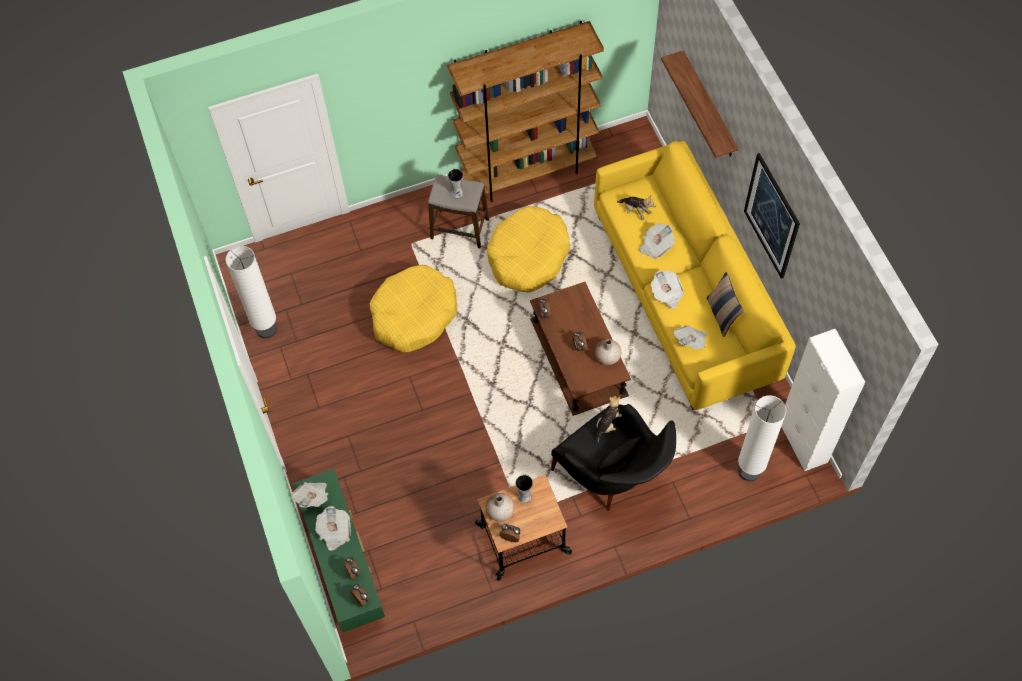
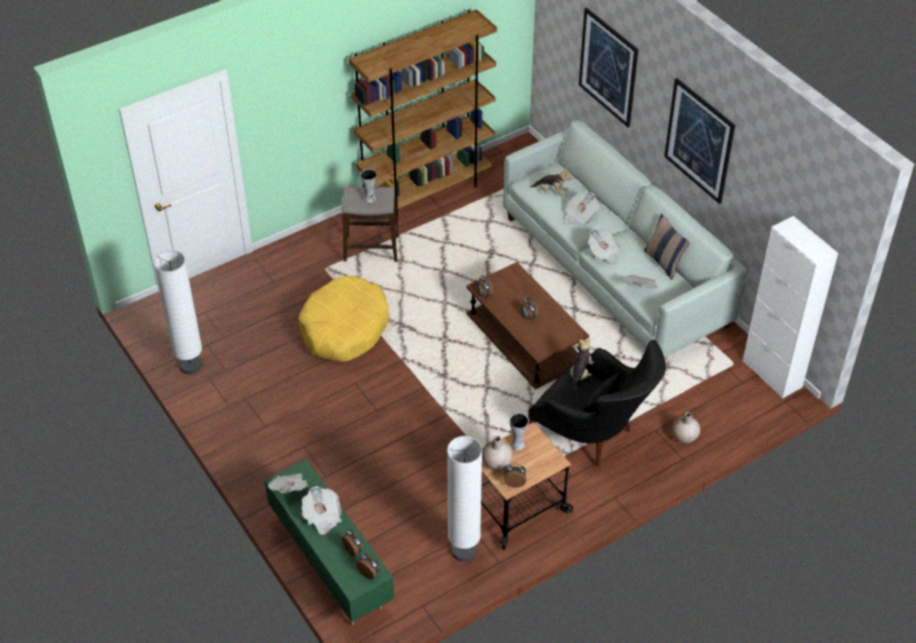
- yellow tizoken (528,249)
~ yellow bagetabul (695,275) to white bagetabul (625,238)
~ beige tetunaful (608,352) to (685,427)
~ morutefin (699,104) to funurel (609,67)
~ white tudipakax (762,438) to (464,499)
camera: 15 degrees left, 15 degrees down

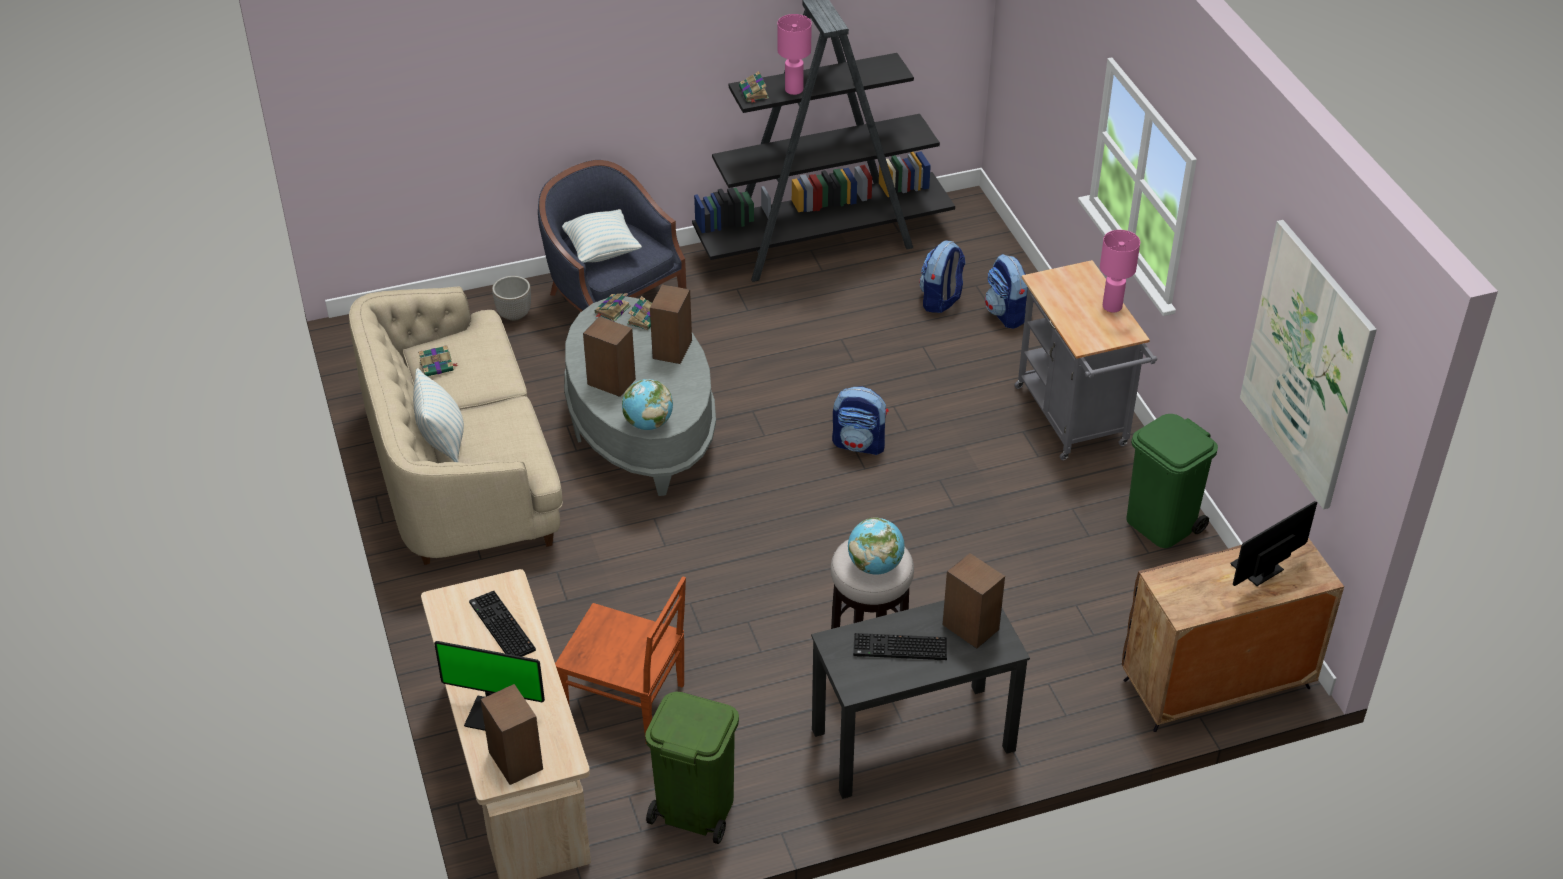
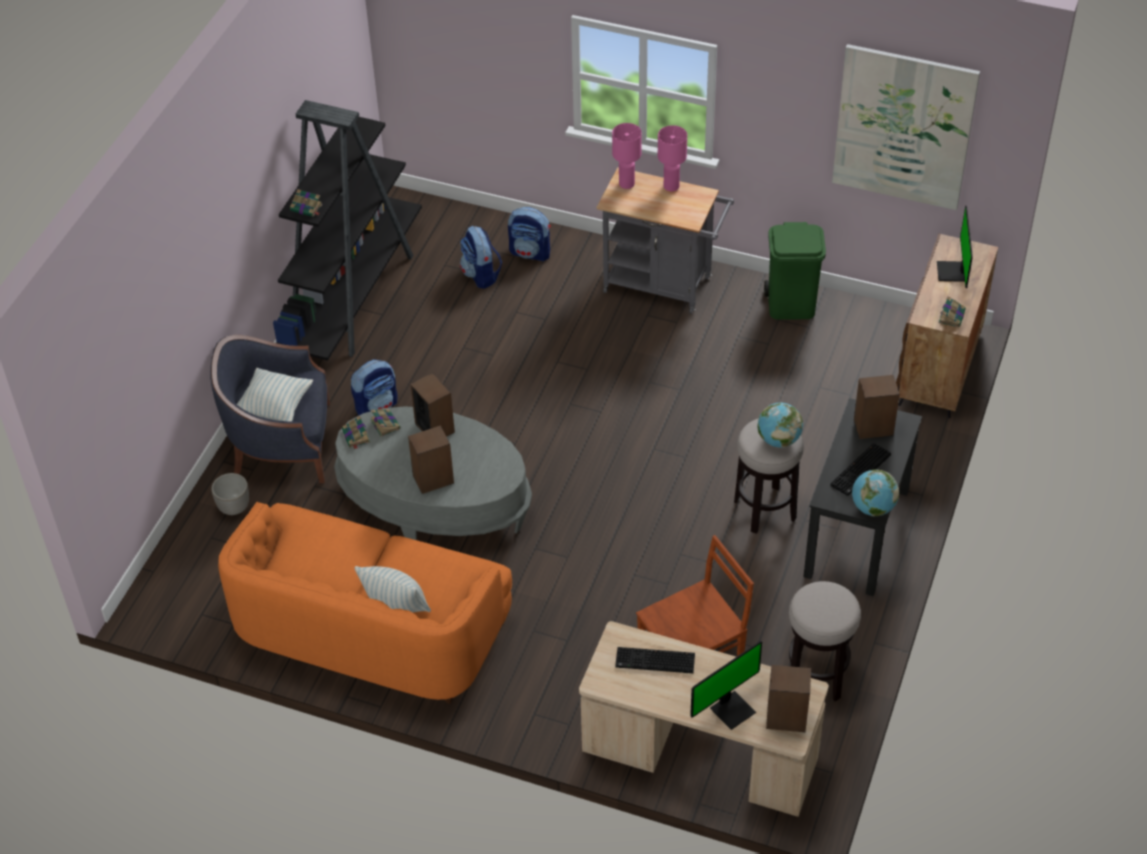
~ beige bagetabul (456,425) to orange bagetabul (365,603)
~ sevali (438,360) to (952,311)
~ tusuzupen (647,404) to (875,492)
~ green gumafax (692,767) to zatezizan (825,641)
~ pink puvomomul (794,54) to (627,156)
~ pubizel (860,421) to (374,387)
camera: 50 degrees left, 5 degrees up

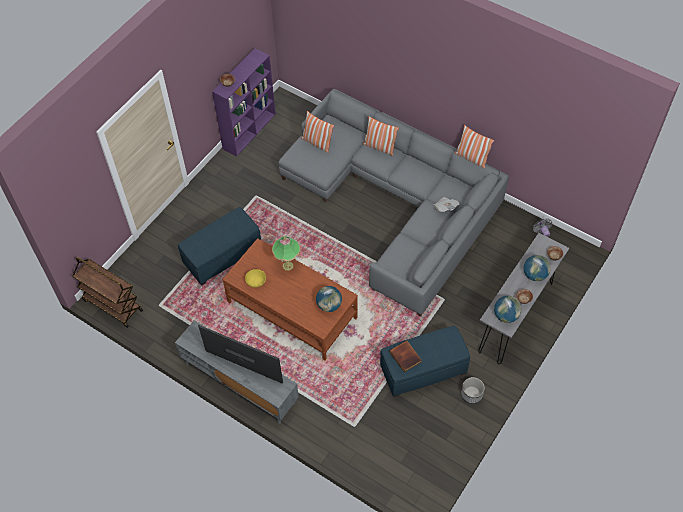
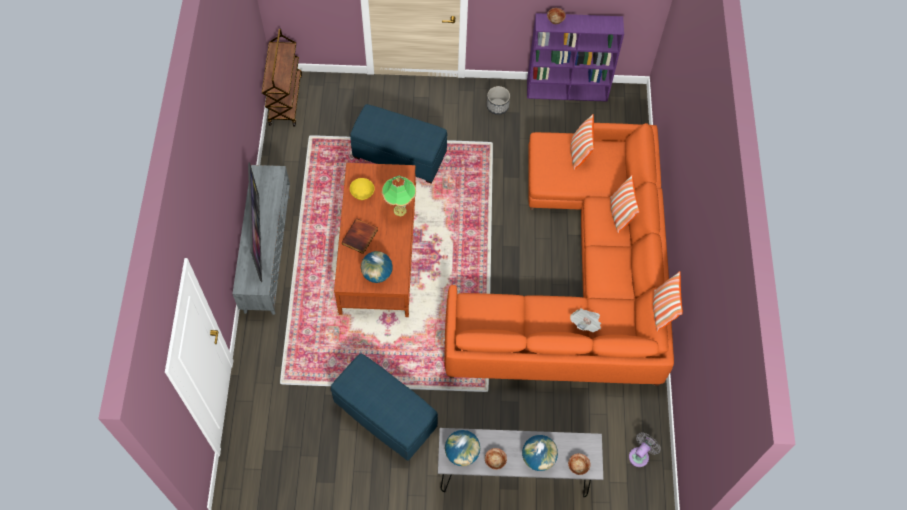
~ grey bagetabul (393,203) to orange bagetabul (559,254)
~ sevali (405,356) to (360,236)
~ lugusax (473,390) to (498,100)
camera: 55 degrees right, 5 degrees up

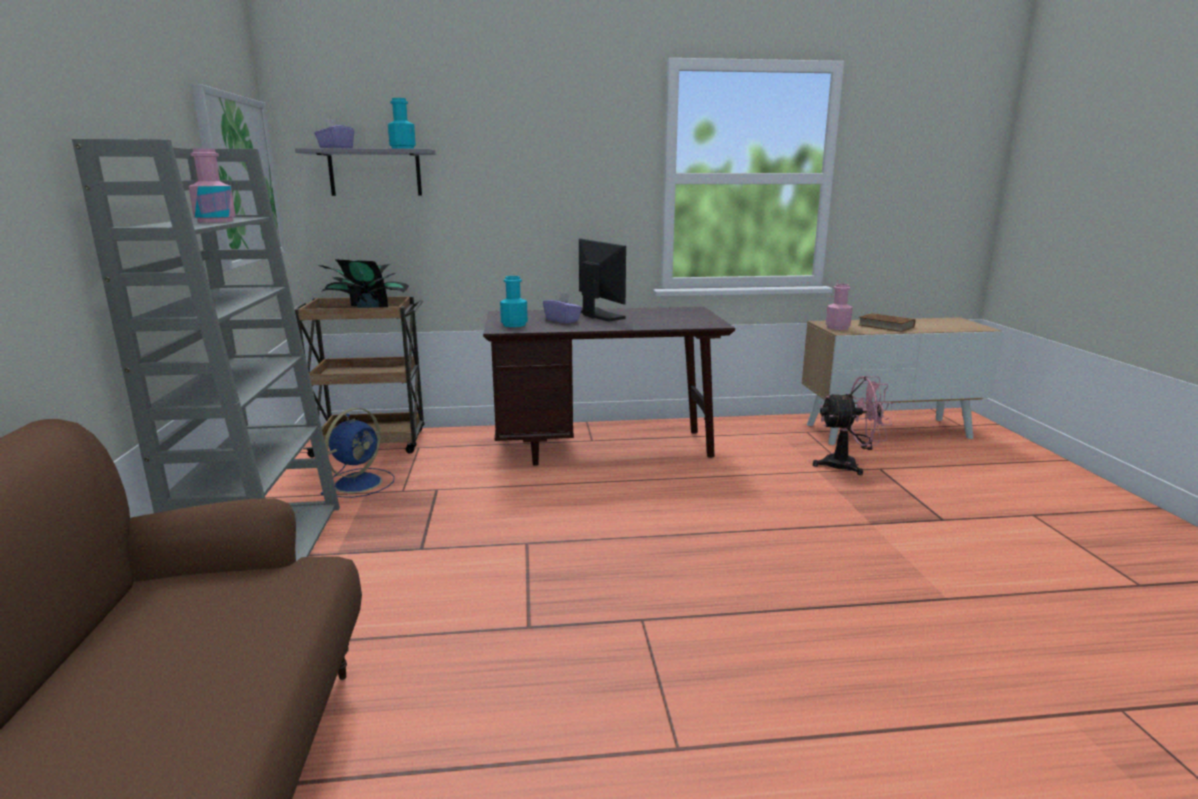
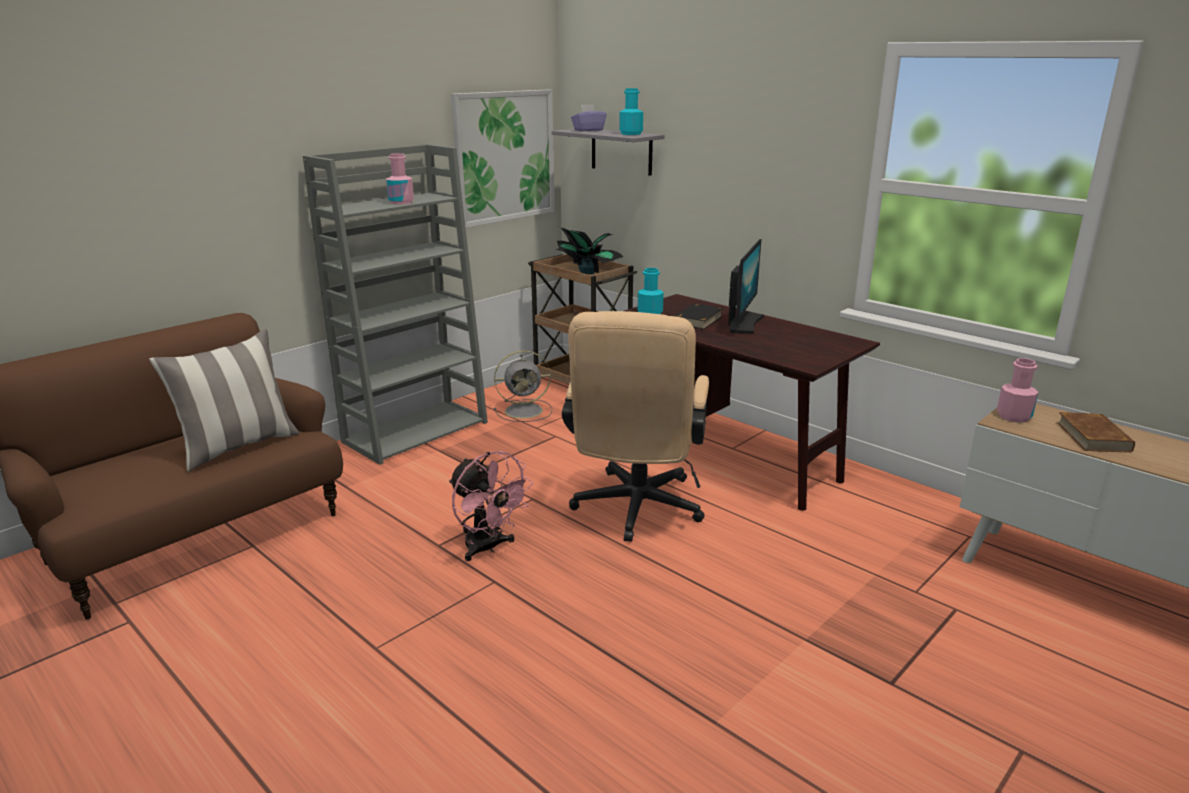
~ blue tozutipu (357,453) to grey tozutipu (522,386)
~ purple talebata (562,307) to black sevali (699,317)
~ pink tozutipu (853,425) to (491,506)
+ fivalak (224,400)
+ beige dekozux (635,426)
camera: 50 degrees right, 5 degrees up

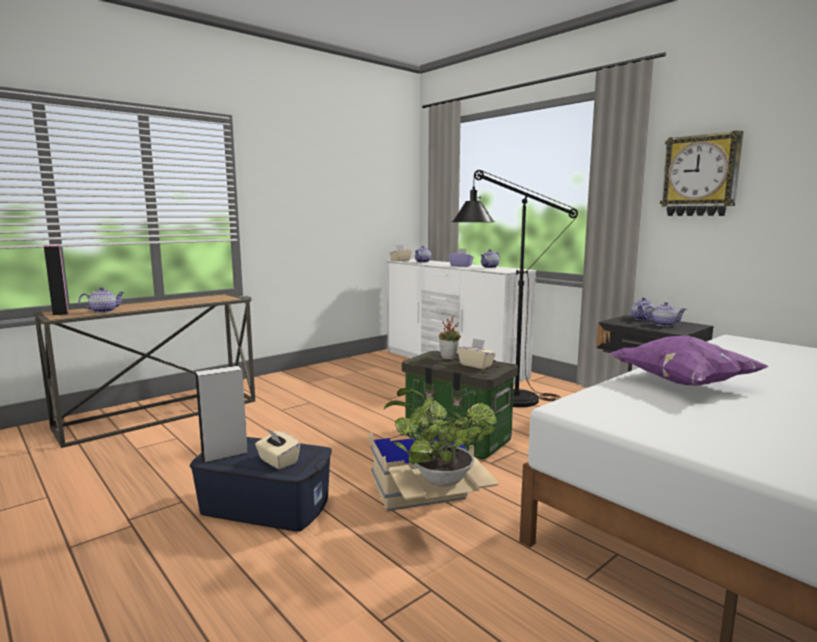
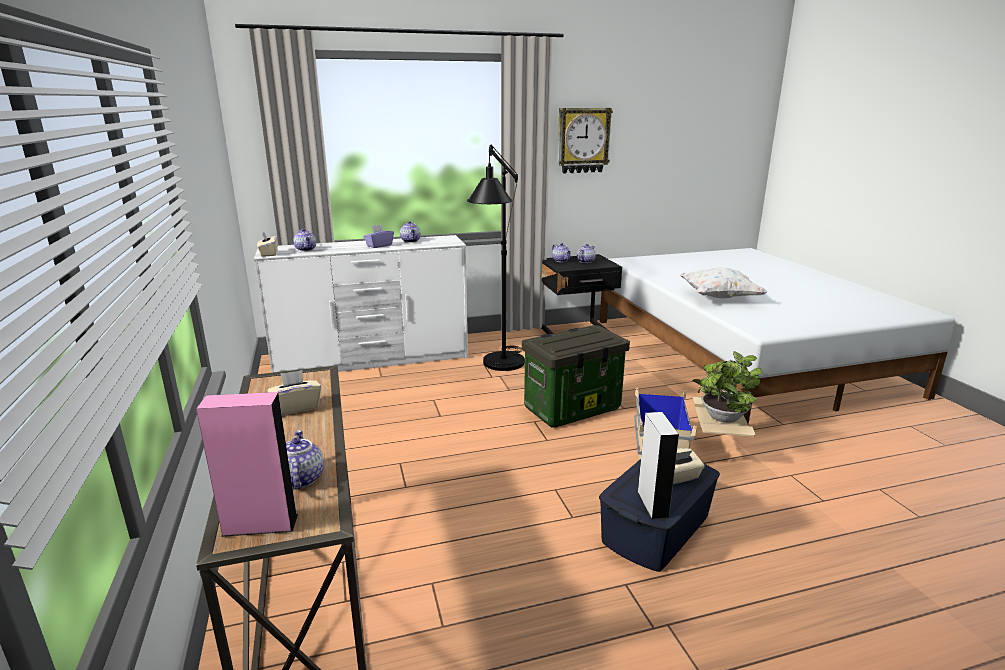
- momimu (450,337)
~ beige talebata (476,353) to (294,393)
~ purple fivalak (689,360) to white fivalak (724,283)
camera: 65 degrees left, 10 degrees up

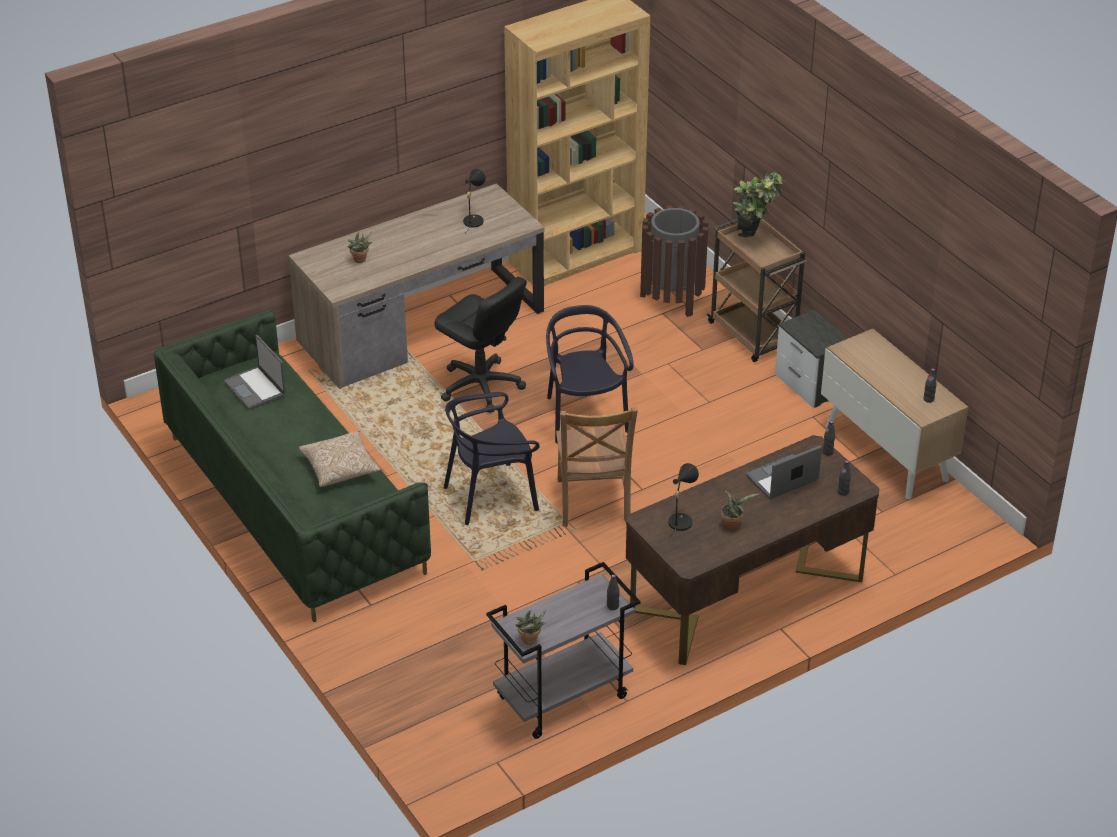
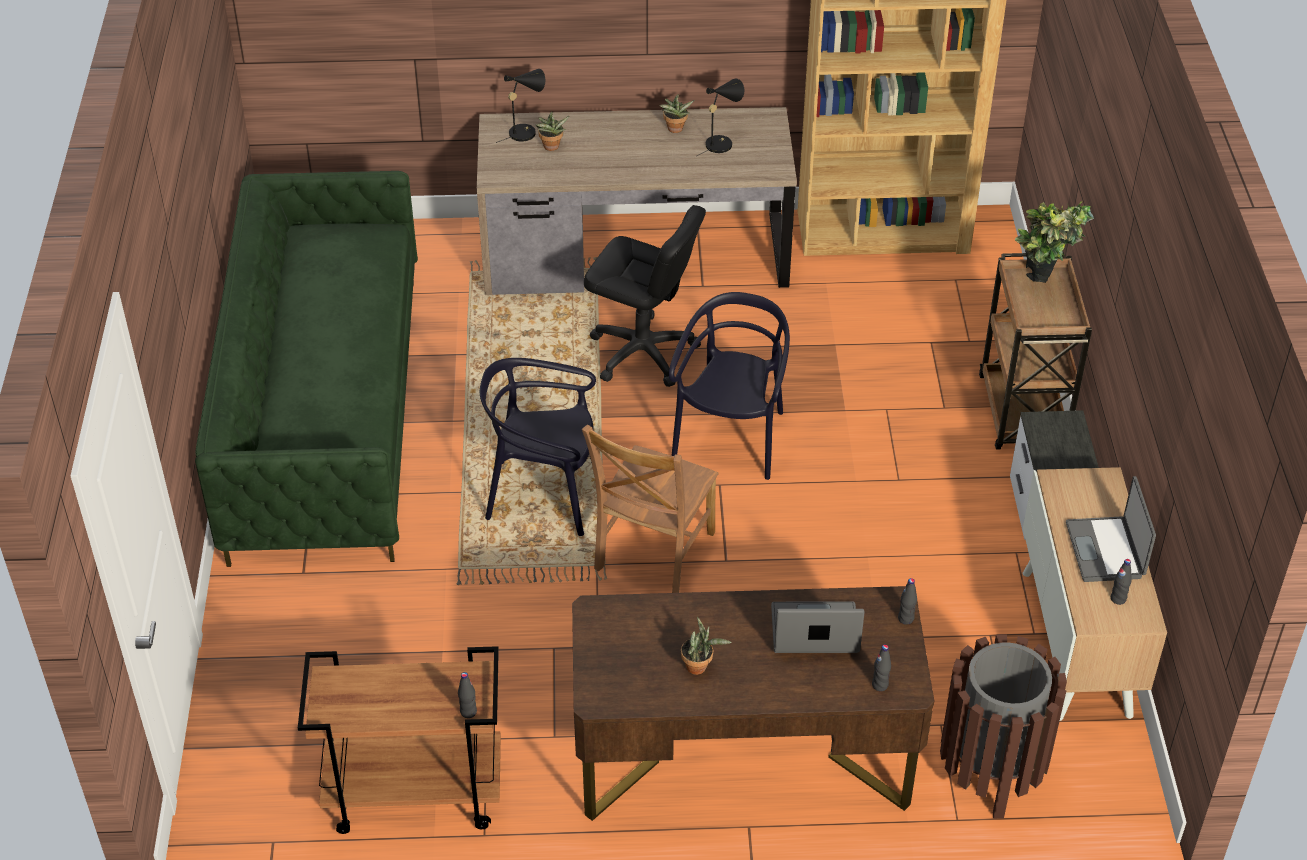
~ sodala (255,372) to (1111,529)
- fivalak (339,459)
~ black dekozux (480,344) = (645,296) 45 degrees counterclockwise
~ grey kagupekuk (563,650) to brown kagupekuk (399,740)
~ momimu (530,627) to (677,113)
~ brown gumafax (674,261) to (1003,726)
~ black puvomomul (683,501) to (520,106)
camera: 30 degrees right, 5 degrees up

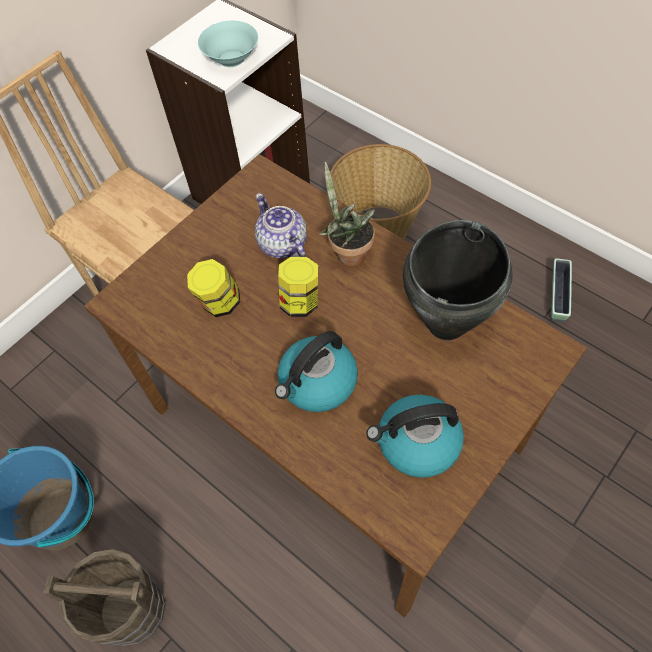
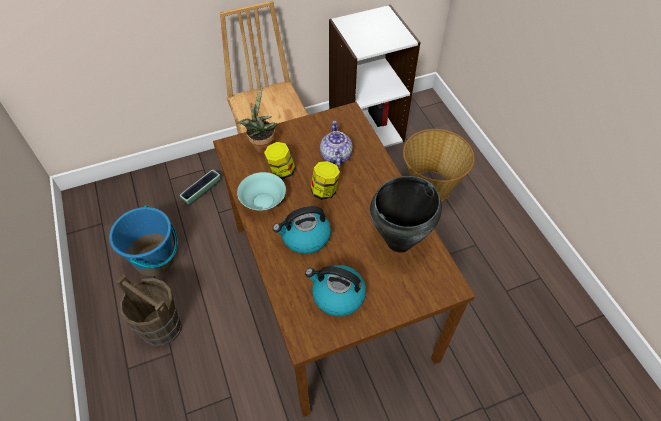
~ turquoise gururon (228,44) to (261,191)
~ momimu (347,214) to (257,119)
~ lugusax (561,290) to (200,187)
camera: 25 degrees right, 5 degrees down

